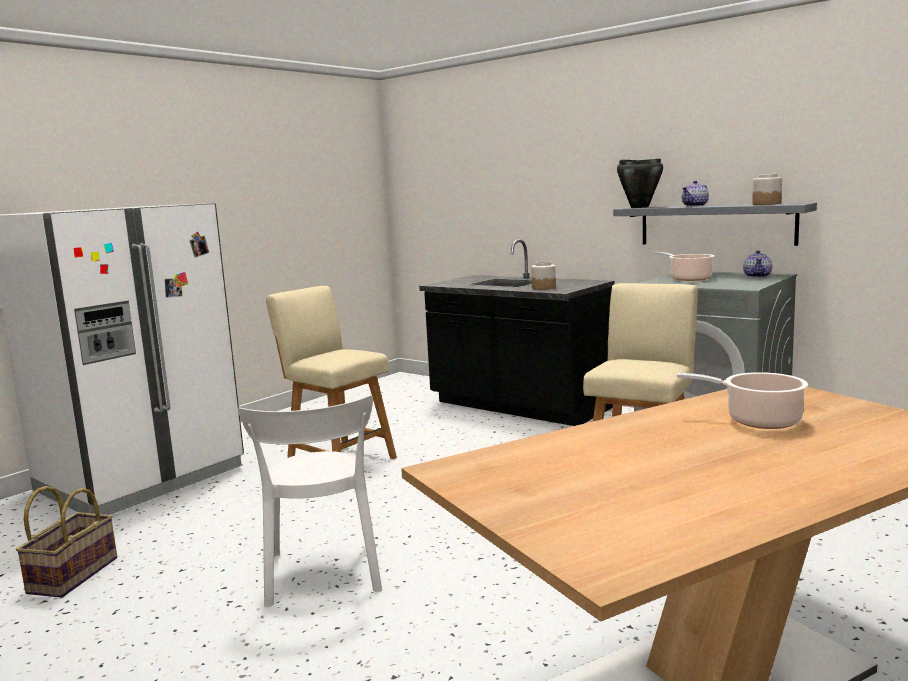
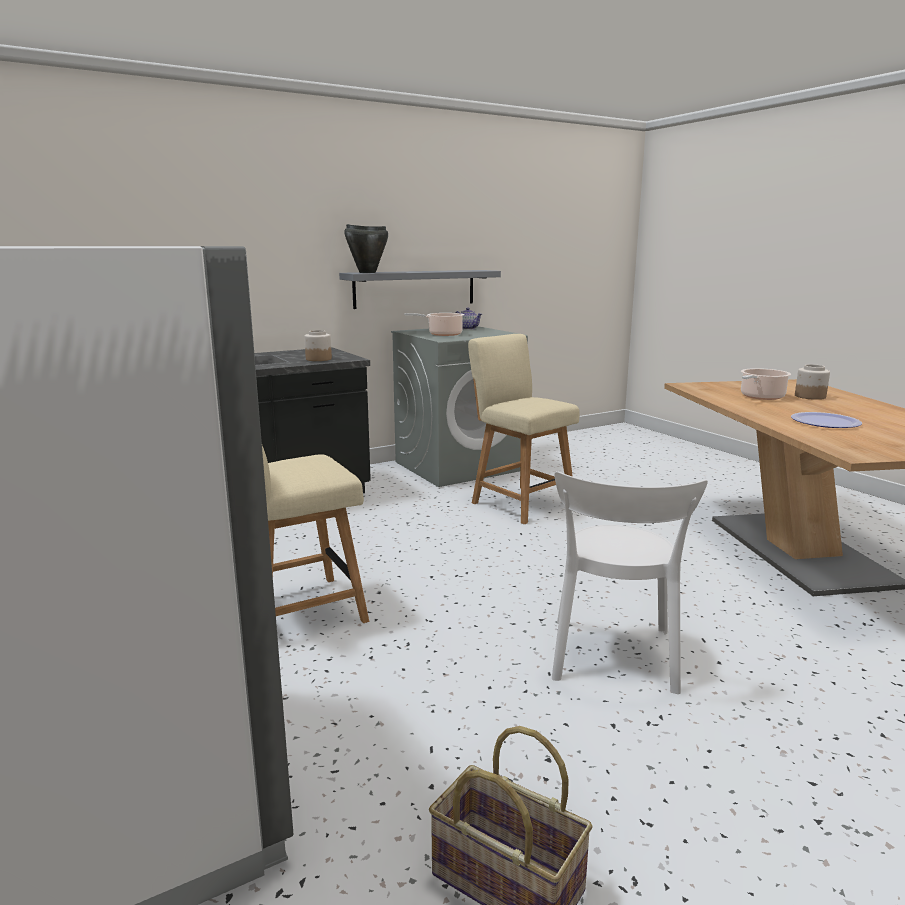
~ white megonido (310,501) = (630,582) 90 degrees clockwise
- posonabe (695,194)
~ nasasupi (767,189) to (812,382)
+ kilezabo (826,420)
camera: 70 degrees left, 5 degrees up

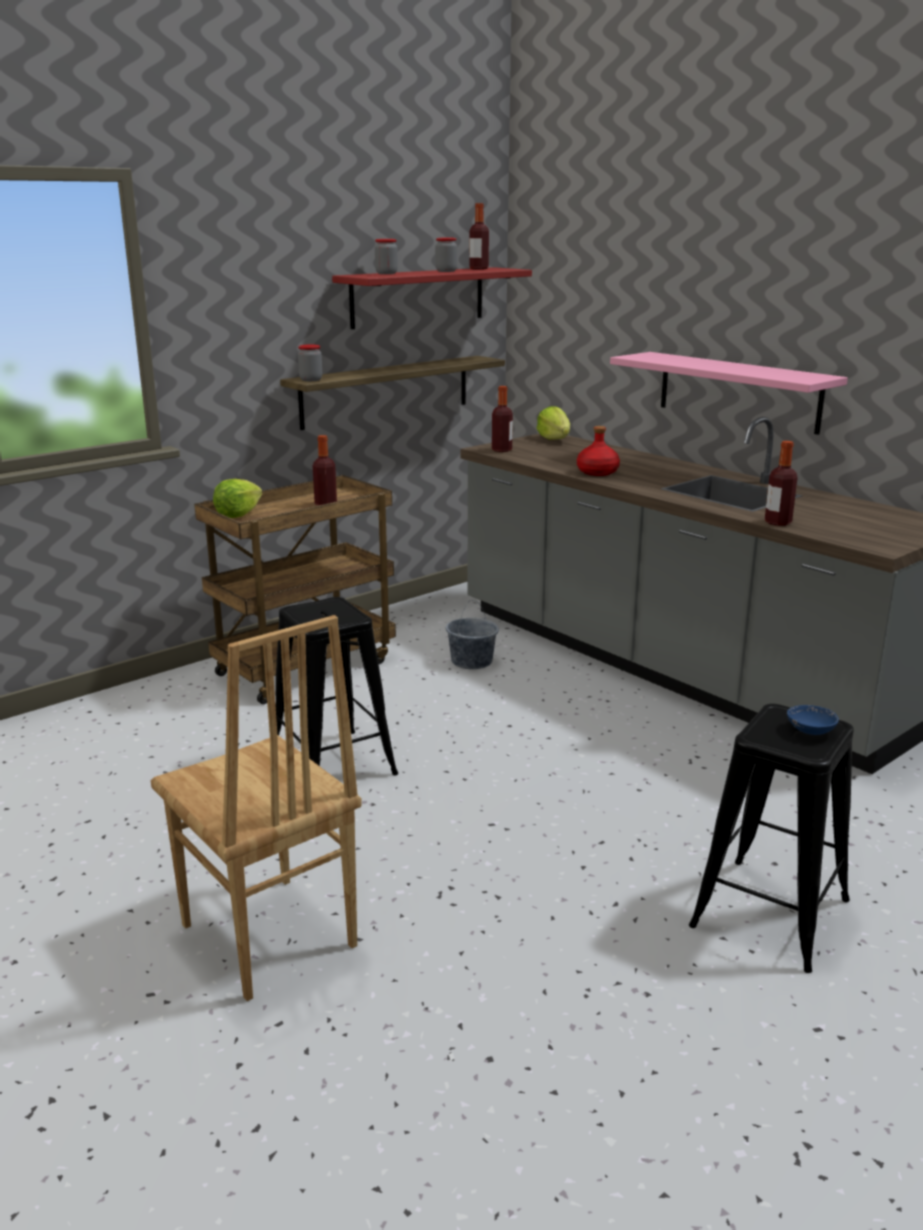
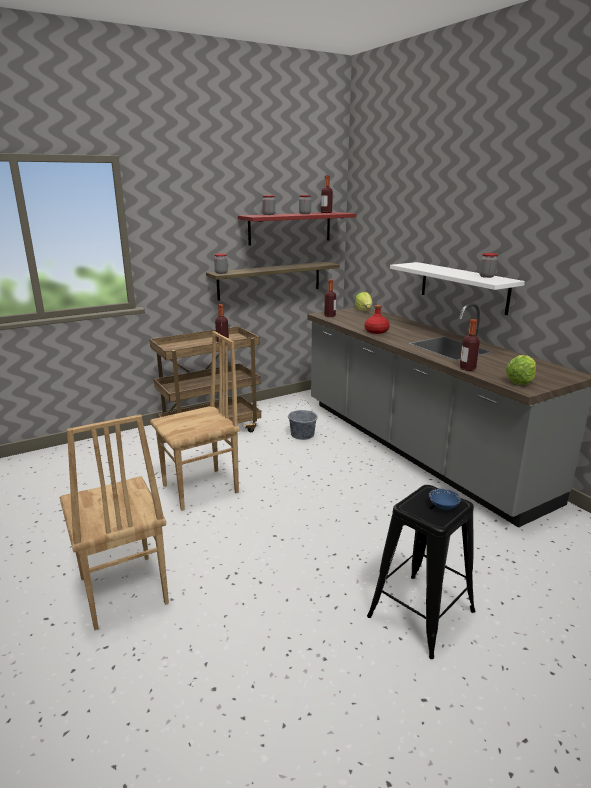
~ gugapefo (237,498) to (521,370)
~ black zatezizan (337,686) to brown megonido (195,421)
~ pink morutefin (729,393) to white morutefin (457,288)
+ nasasupi (488,265)
camera: 10 degrees right, 0 degrees up

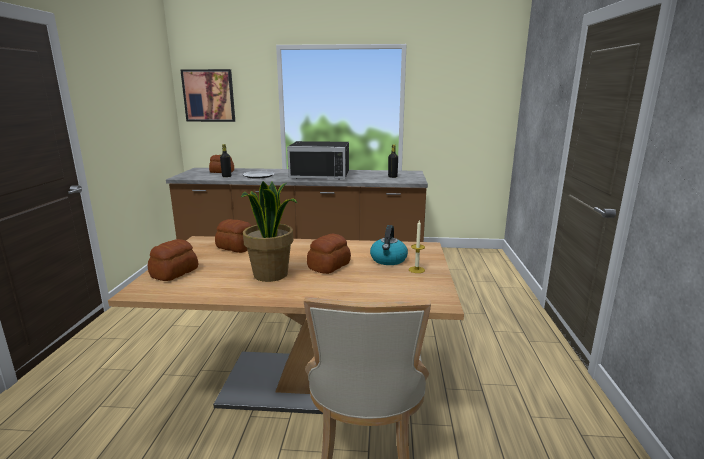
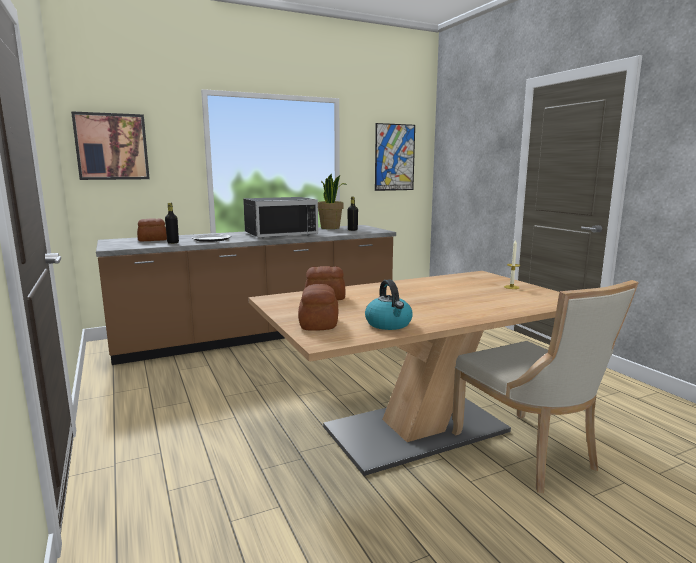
~ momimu (269,231) to (332,201)
- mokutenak (329,254)
~ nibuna (389,245) to (389,304)
+ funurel (395,157)
camera: 30 degrees left, 5 degrees down

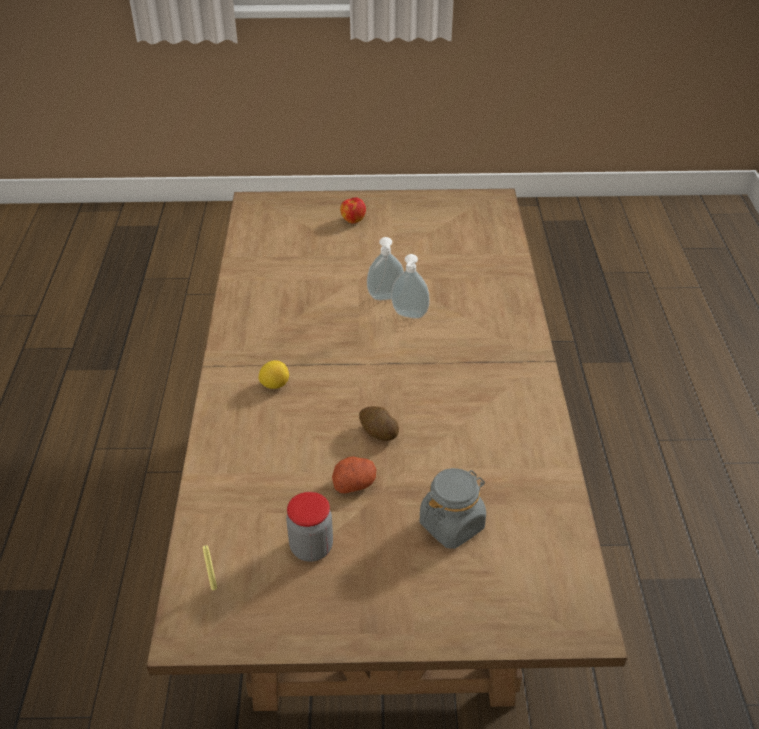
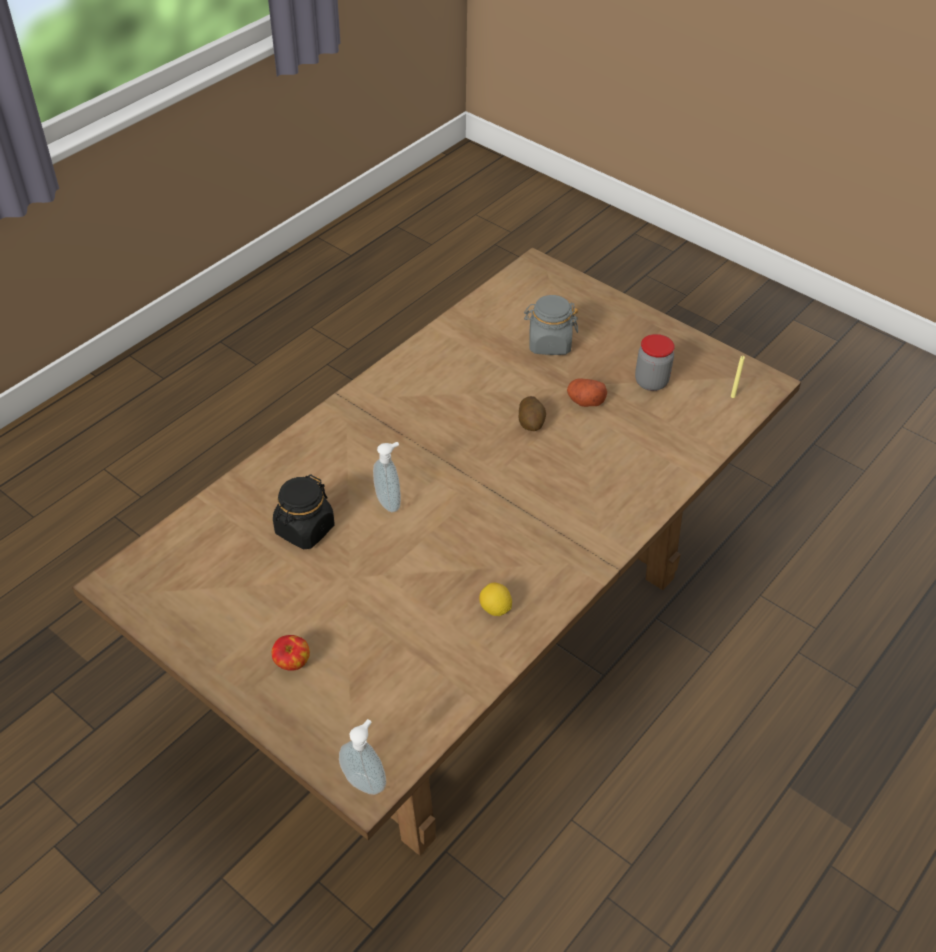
~ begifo (273,374) to (495,599)
~ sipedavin (385,268) to (362,757)
+ black nasasupi (303,512)
camera: 140 degrees left, 5 degrees up

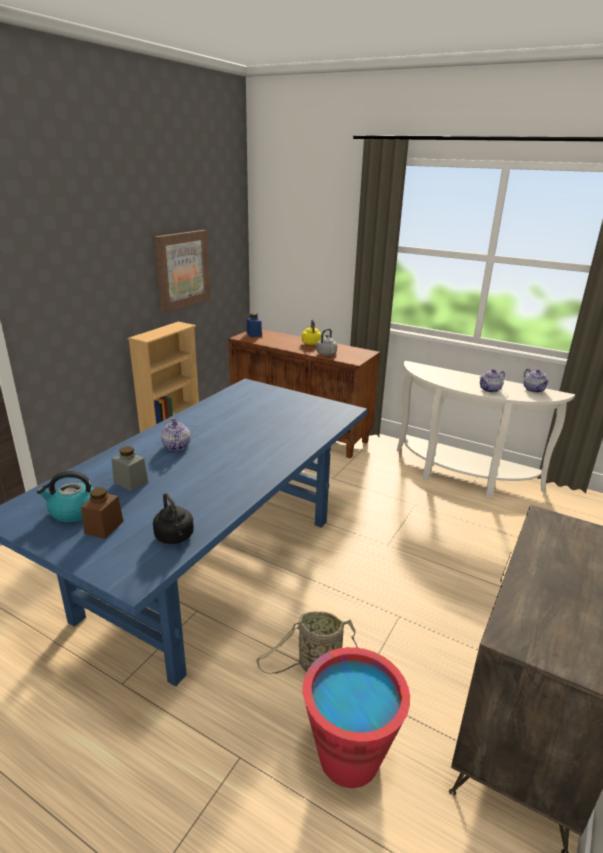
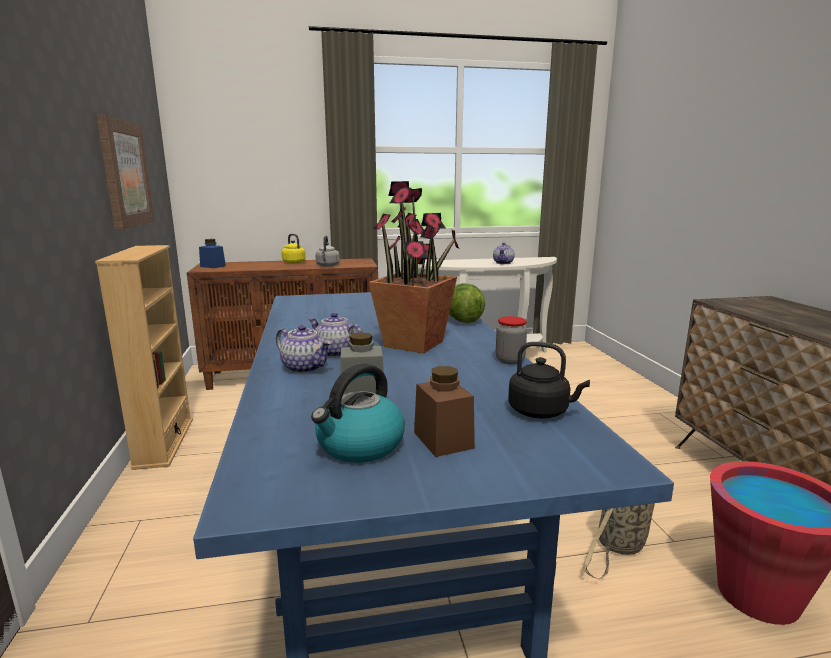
~ posonabe (536,380) to (304,349)
+ momimu (414,267)
+ gugapefo (467,303)
+ nasasupi (511,340)
camera: 40 degrees left, 10 degrees down

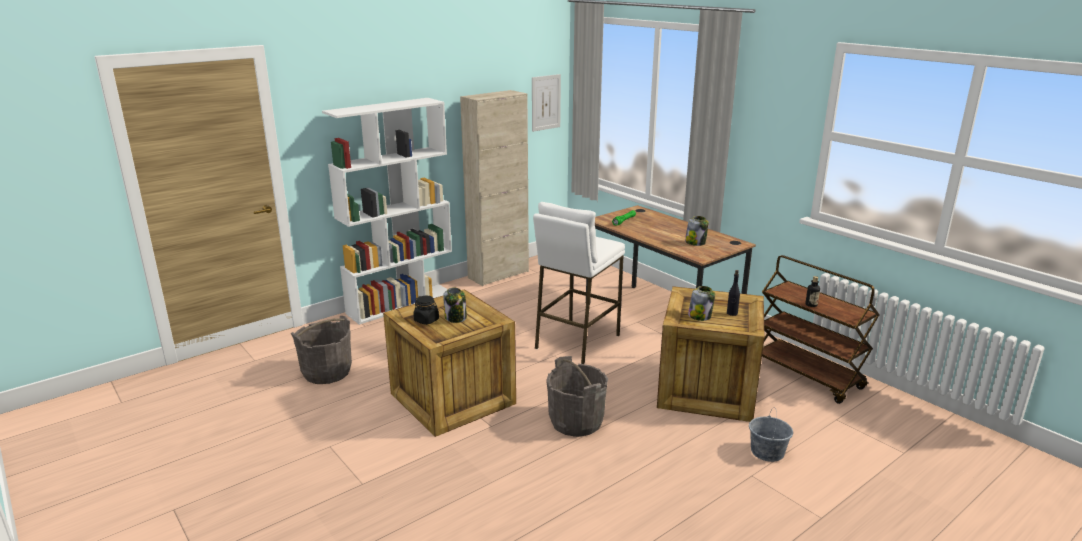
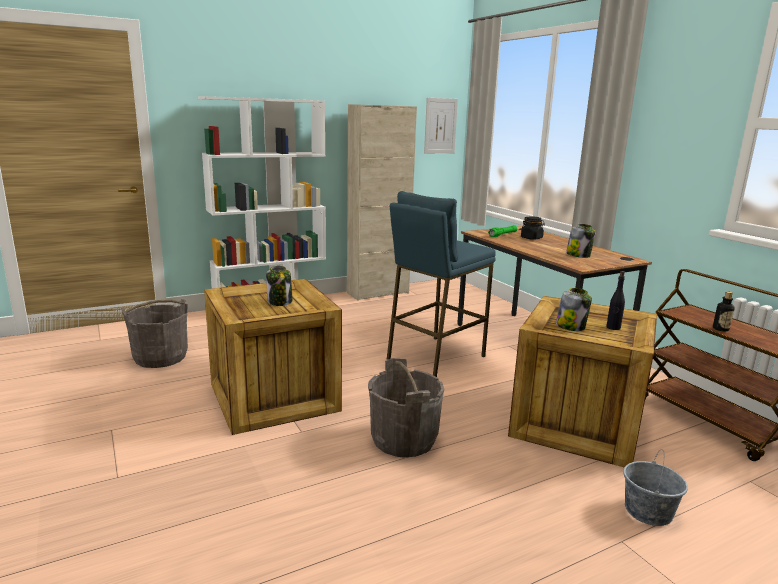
~ black nasasupi (426,310) to (533,228)
~ white zatezizan (579,283) to blue zatezizan (441,284)
camera: 10 degrees right, 5 degrees down

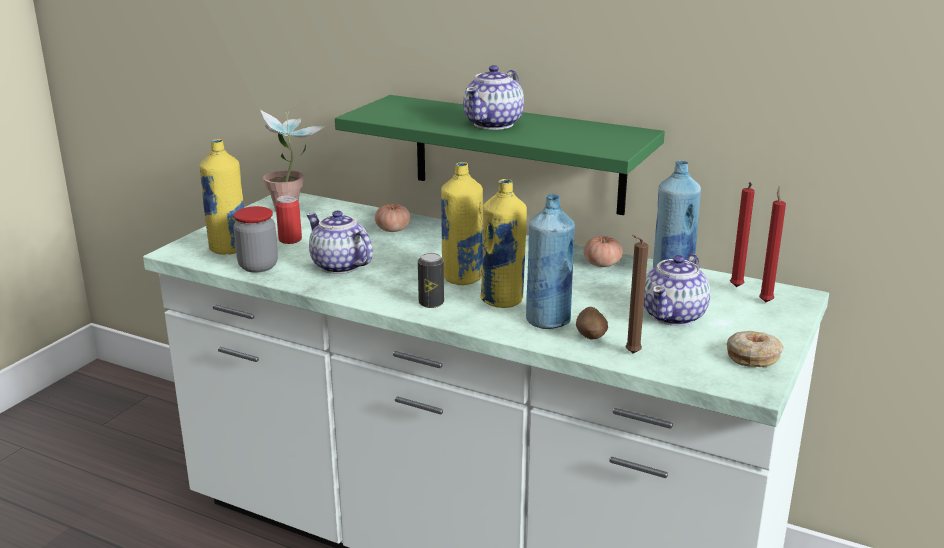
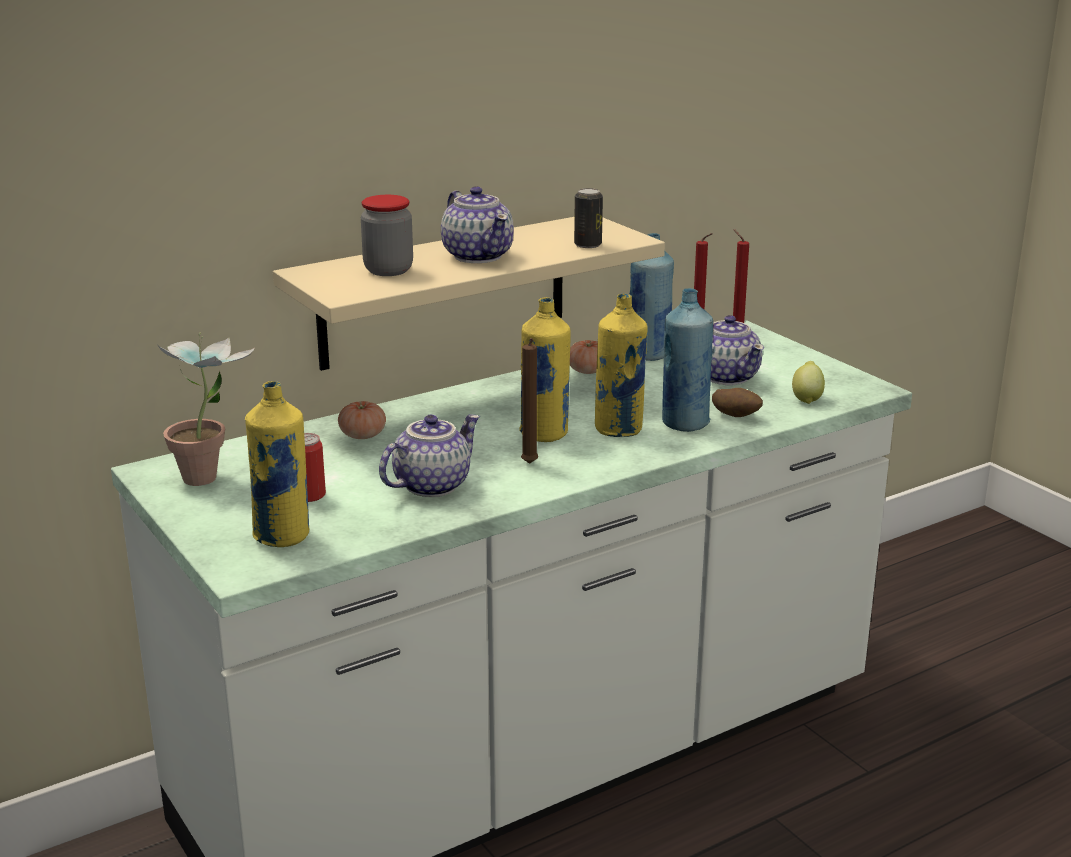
~ nasasupi (255,239) to (387,235)
~ posonabe (339,242) = (429,455) 150 degrees clockwise
~ green morutefin (500,155) to beige morutefin (469,294)
~ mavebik (431,280) to (588,218)
~ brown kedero (636,294) to (529,401)
- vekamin (755,349)
+ begifo (808,382)
camera: 60 degrees left, 0 degrees up

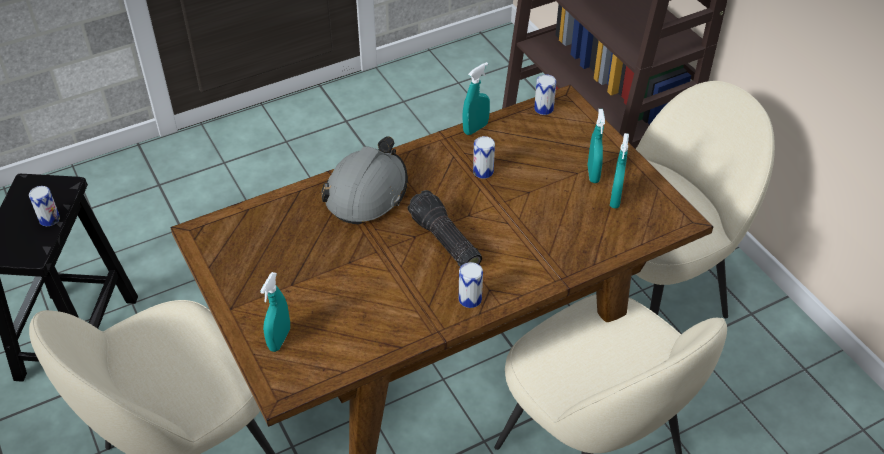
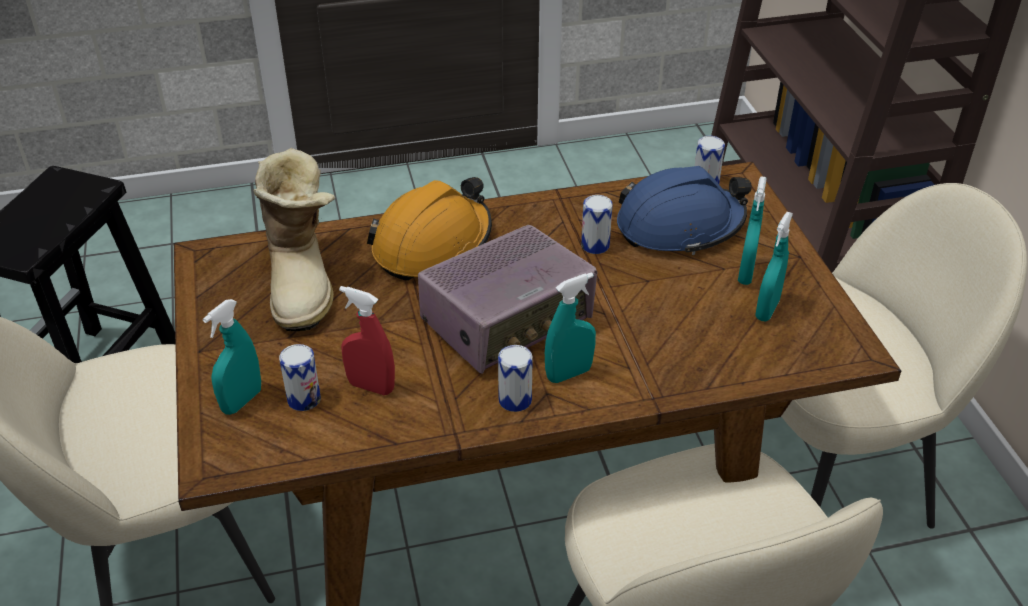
~ mavebik (44,206) to (300,377)
~ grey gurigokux (364,180) to orange gurigokux (429,228)
~ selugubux (445,228) to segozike (507,299)
~ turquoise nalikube (476,98) to (570,327)
+ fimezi (294,240)
+ red nalikube (367,340)
+ blue gurigokux (684,210)
camera: 15 degrees right, 5 degrees down

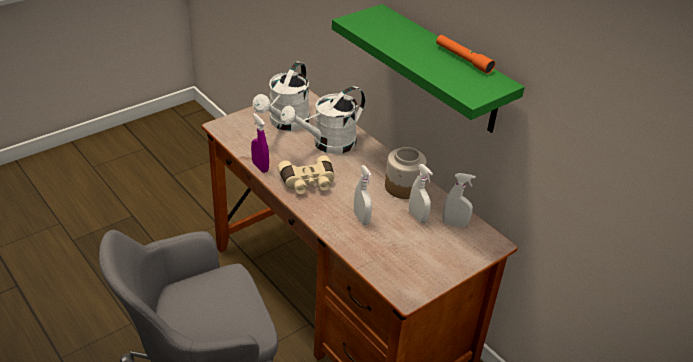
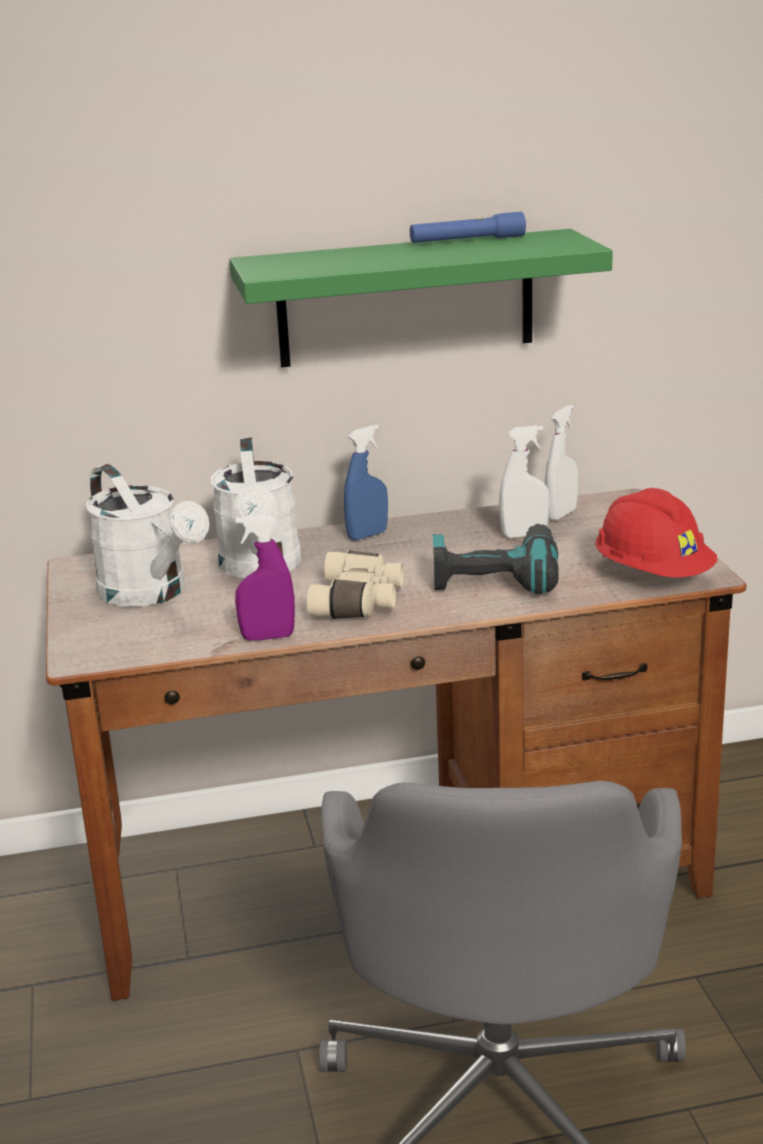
~ white nalikube (363,195) to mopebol (496,559)
- nasasupi (405,173)
~ orange selugubux (465,54) to blue selugubux (468,227)
+ blue nalikube (366,483)
+ red gurigokux (656,533)
camera: 60 degrees left, 15 degrees down

